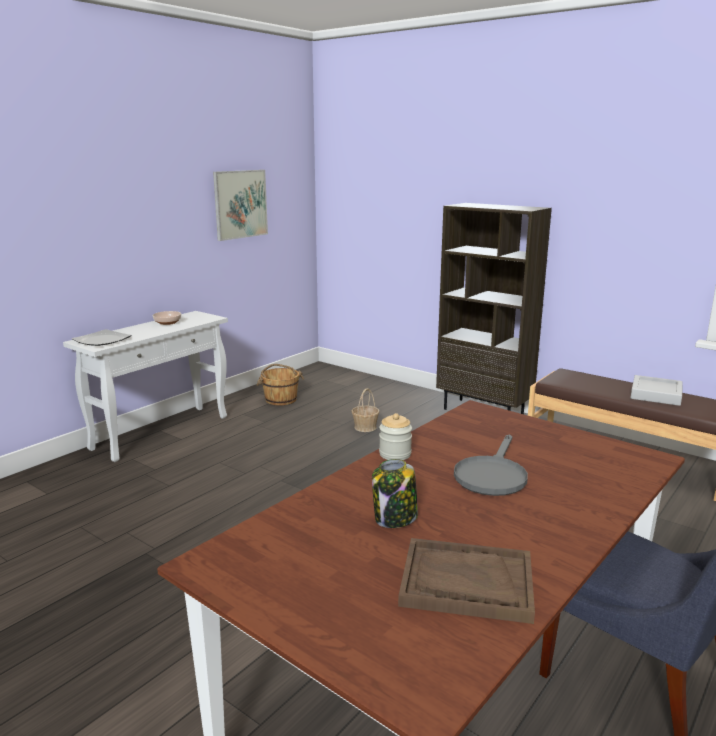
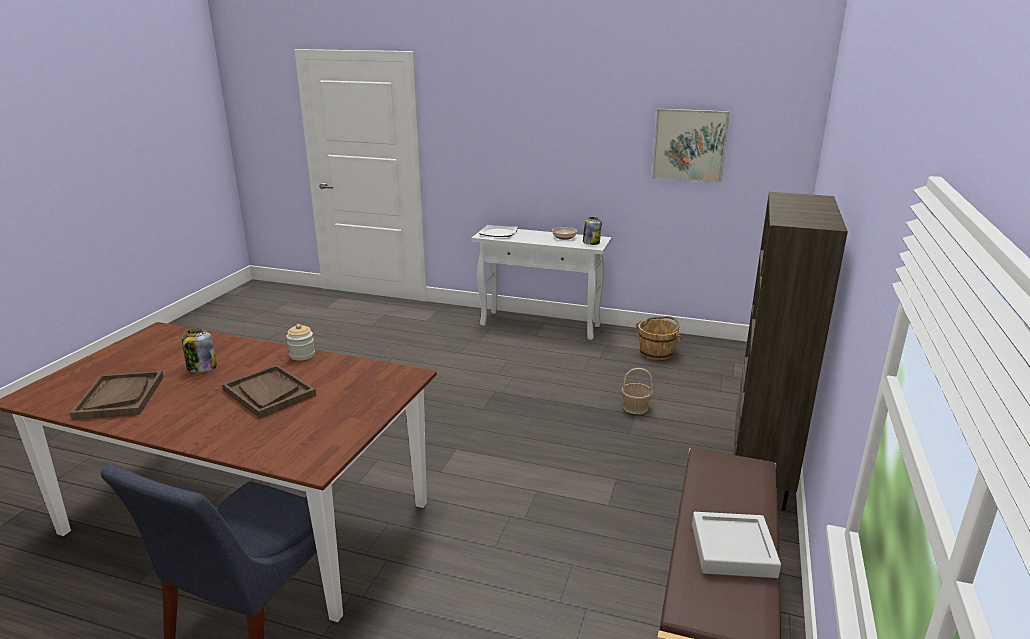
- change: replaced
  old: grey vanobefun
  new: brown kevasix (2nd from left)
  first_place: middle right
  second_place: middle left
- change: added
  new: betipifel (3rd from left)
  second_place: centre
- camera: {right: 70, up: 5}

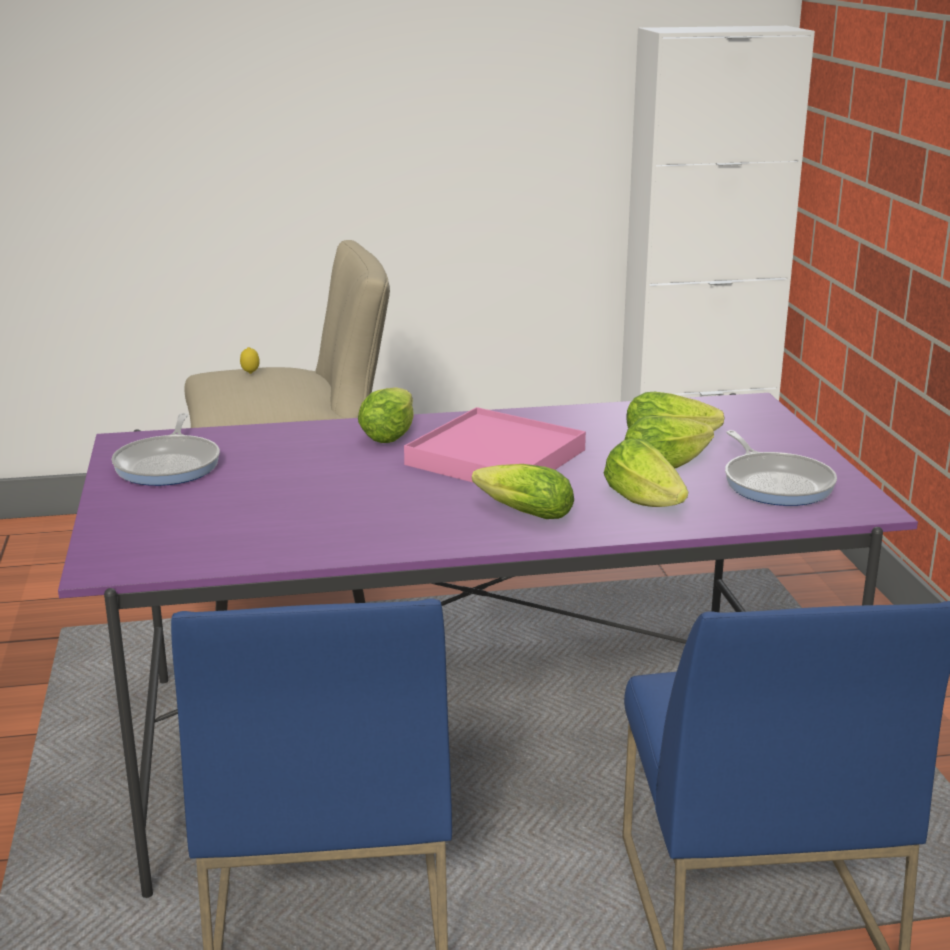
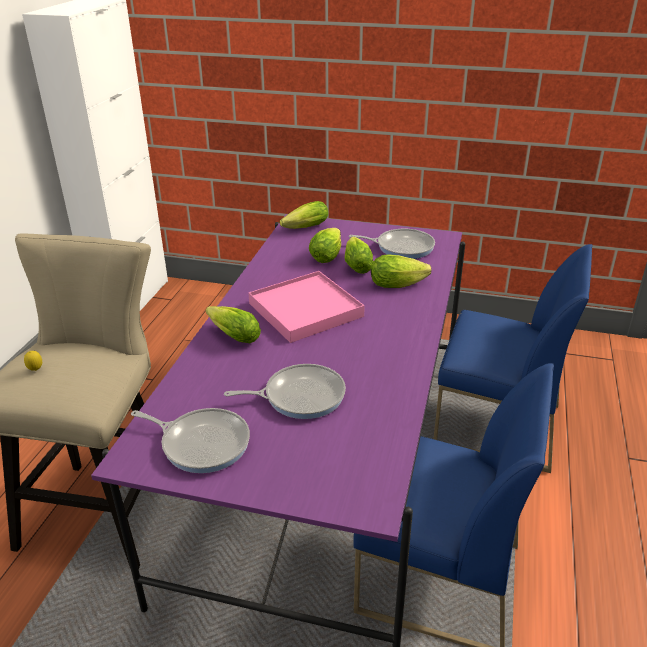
- change: moved
  old: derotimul (2nd from left)
  first_place: centre
  second_place: top centre
- change: added
  new: vanobefun (2nd from left)
  second_place: centre
- camera: {right: -65, up: 10}

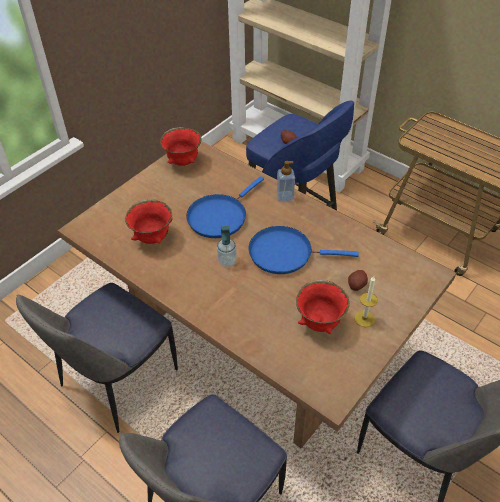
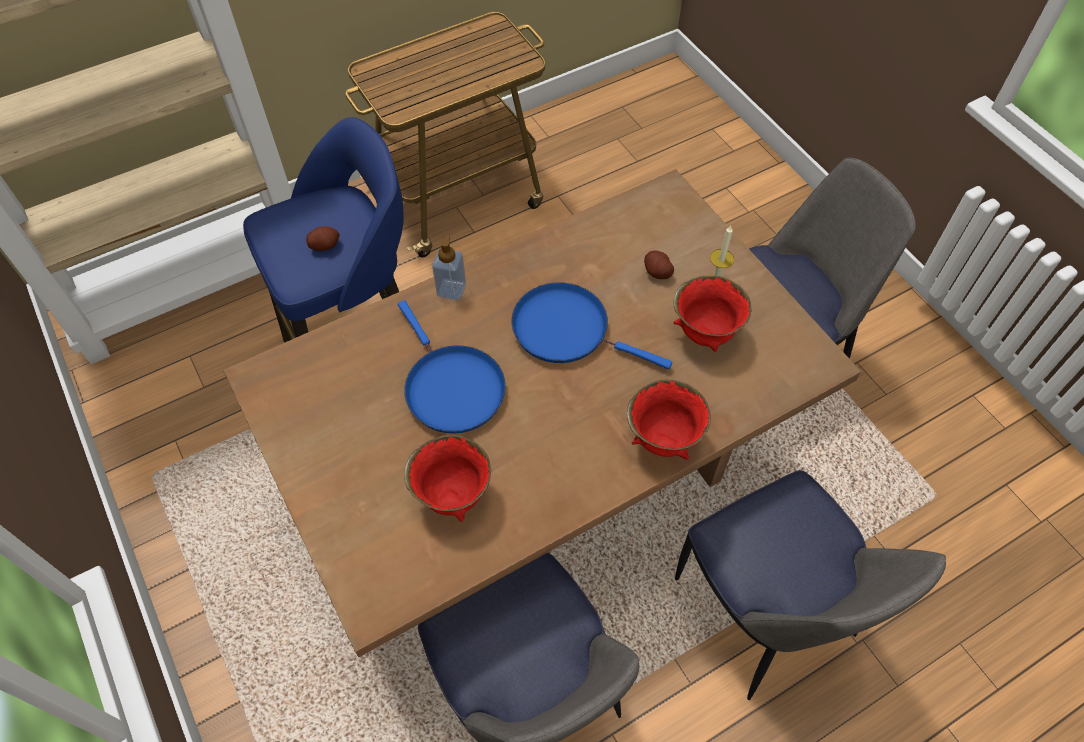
- change: moved
  old: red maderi (2nd from left)
  first_place: top centre
  second_place: centre
- change: removed
  old: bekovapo (1st from left)
  first_place: centre
- change: turned
  old: blue vanobefun (2nd from left)
  first_place: centre
  second_place: centre
  degrees: 90
- camera: {right: -70, up: 10}

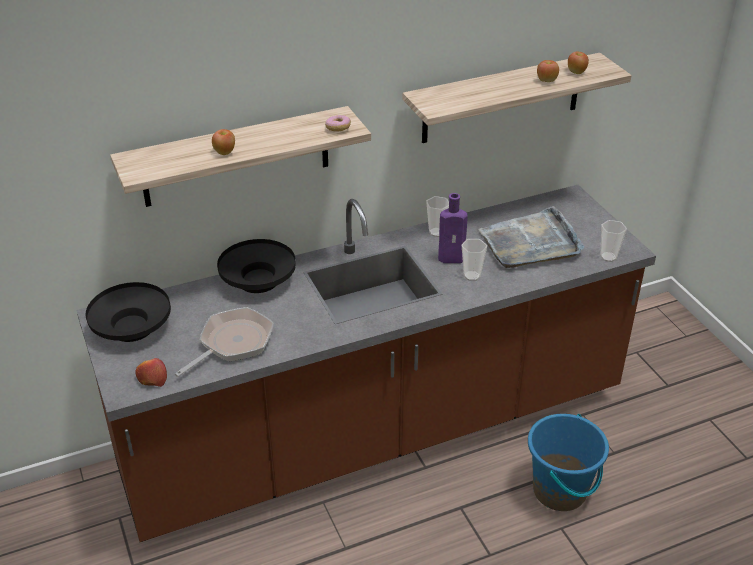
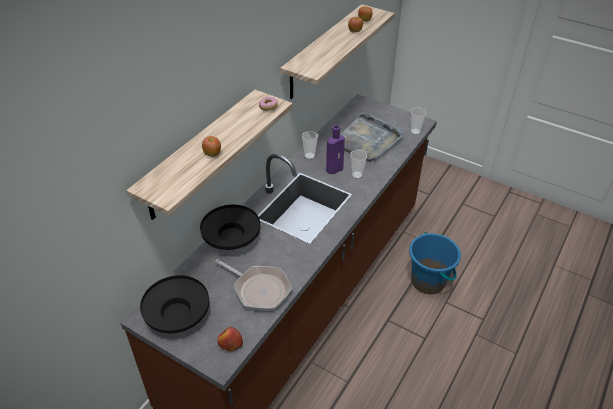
- change: turned
  old: vanobefun
  first_place: middle left
  second_place: bottom centre
  degrees: 120
- camera: {right: -35, up: 5}

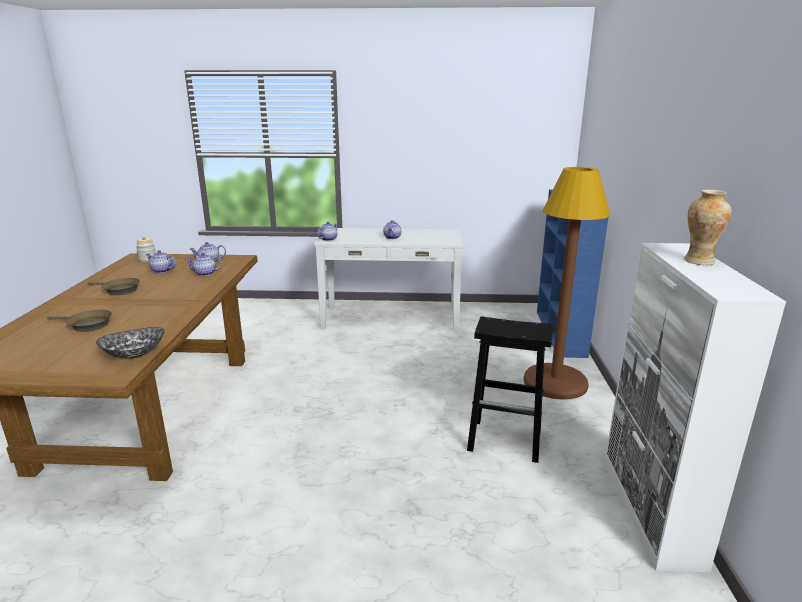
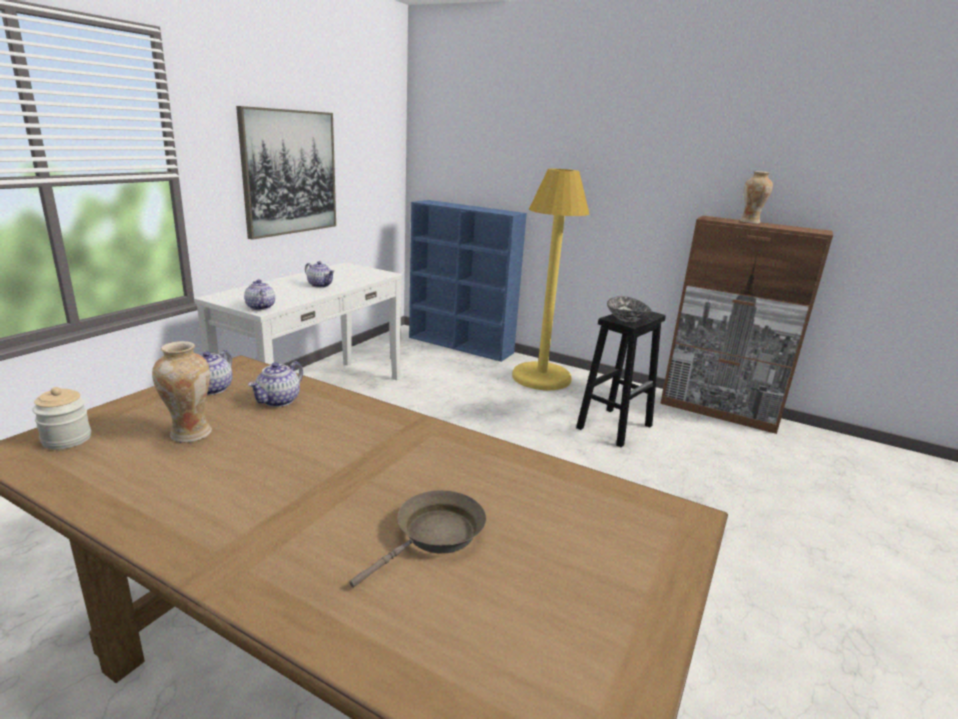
- change: removed
  old: brown vanobefun (2nd from left)
  first_place: middle left
- change: moved
  old: maderi
  first_place: middle left
  second_place: centre
- change: replaced
  old: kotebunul (1st from left)
  new: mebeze (1st from left)
  first_place: middle left
  second_place: middle left
- change: recoloured
  old: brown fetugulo
  new: yellow fetugulo
  first_place: middle right
  second_place: centre
- change: recoloured
  old: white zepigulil
  new: brown zepigulil
  first_place: bottom right
  second_place: middle right
- change: added
  new: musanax
  second_place: top left
- camera: {right: -65, up: 0}

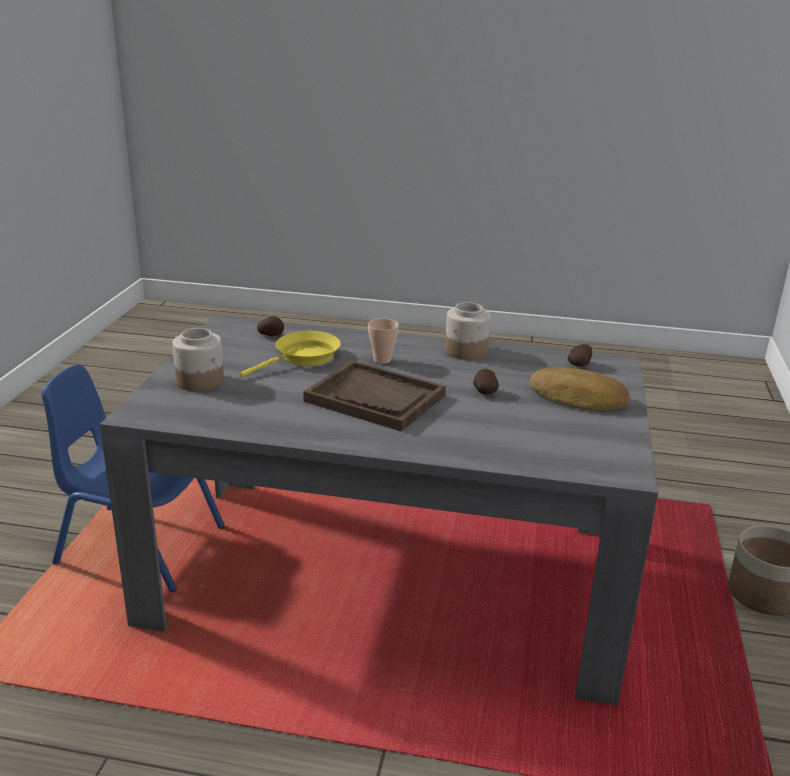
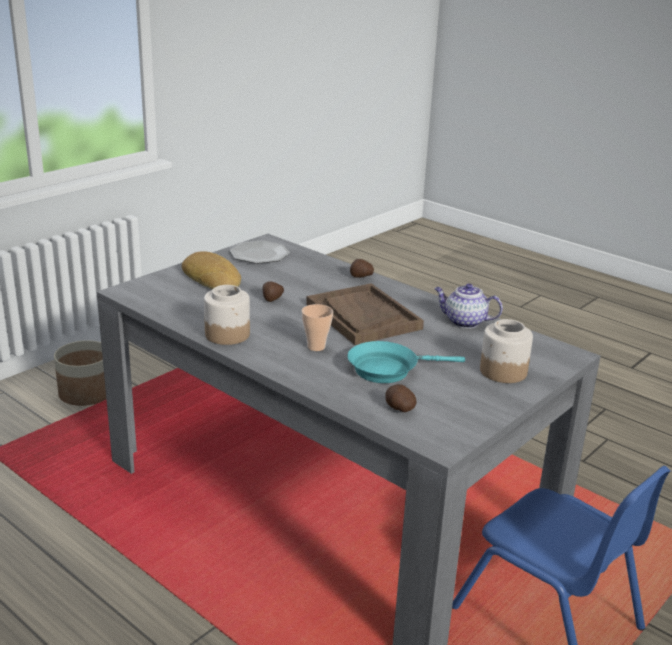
- change: recoloured
  old: yellow vanobefun
  new: turquoise vanobefun
  first_place: centre
  second_place: centre
- change: moved
  old: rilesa (3rd from left in the first image)
  new: rilesa (2nd from left)
  first_place: middle right
  second_place: centre
- change: added
  new: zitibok
  second_place: centre
- change: added
  new: kotebunul
  second_place: middle right
- camera: {right: -150, up: 0}

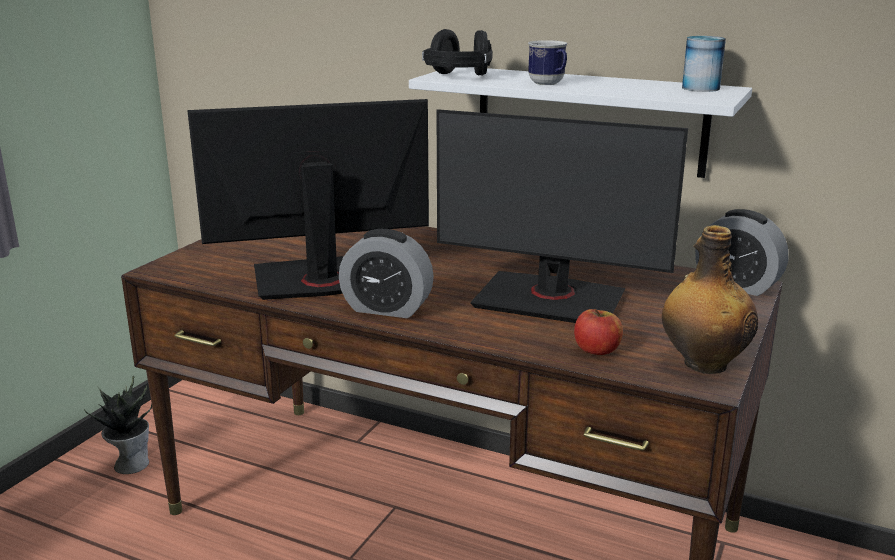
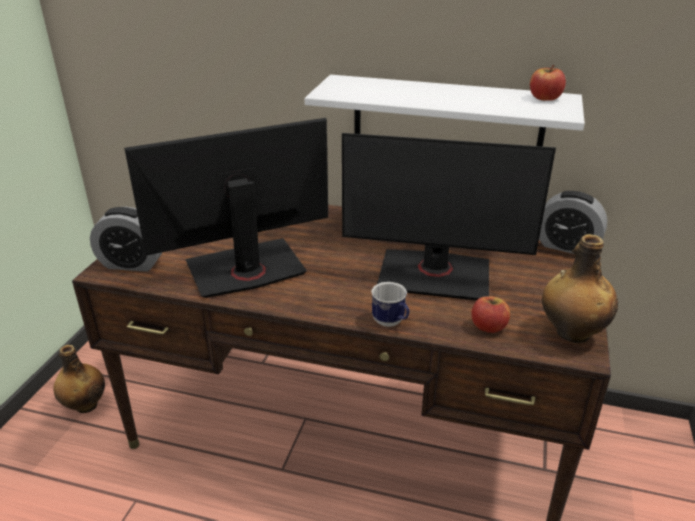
- change: replaced
  old: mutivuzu
  new: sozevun (1st from left)
  first_place: bottom left
  second_place: bottom left
- change: moved
  old: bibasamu (1st from left)
  first_place: centre
  second_place: middle left
- change: removed
  old: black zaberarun
  first_place: top centre
- change: moved
  old: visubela
  first_place: top centre
  second_place: centre
- change: replaced
  old: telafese
  new: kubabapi (2nd from left)
  first_place: top right
  second_place: top right
- camera: {right: -10, up: 10}

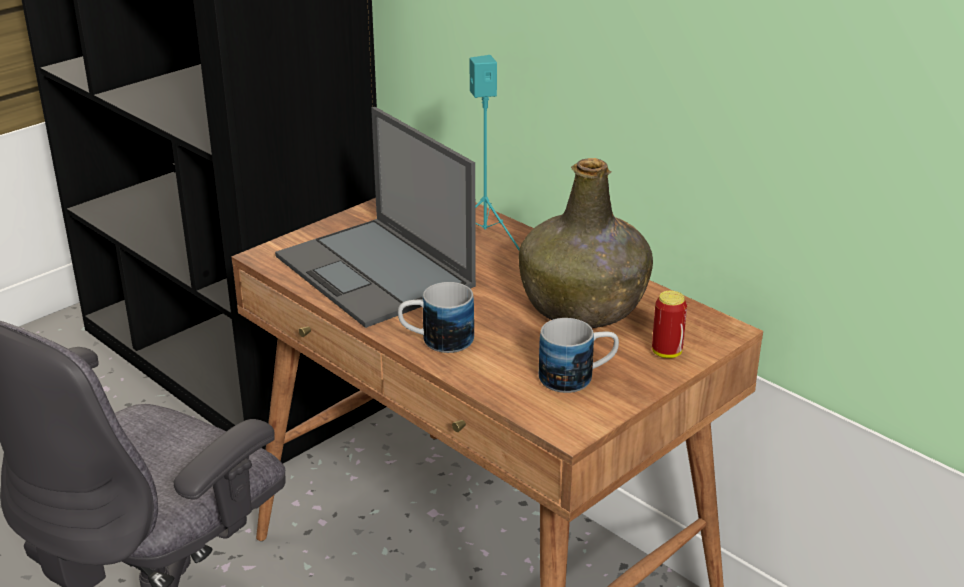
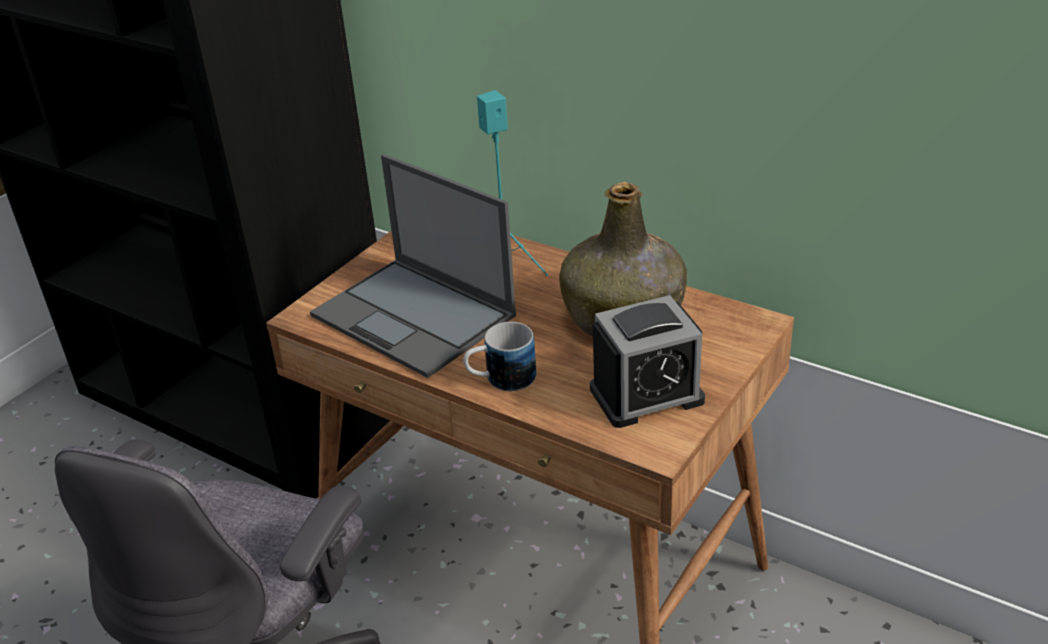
- change: replaced
  old: visubela (2nd from left)
  new: bibasamu
  first_place: centre
  second_place: centre
- change: removed
  old: telafese
  first_place: middle right
- camera: {right: -10, up: 5}

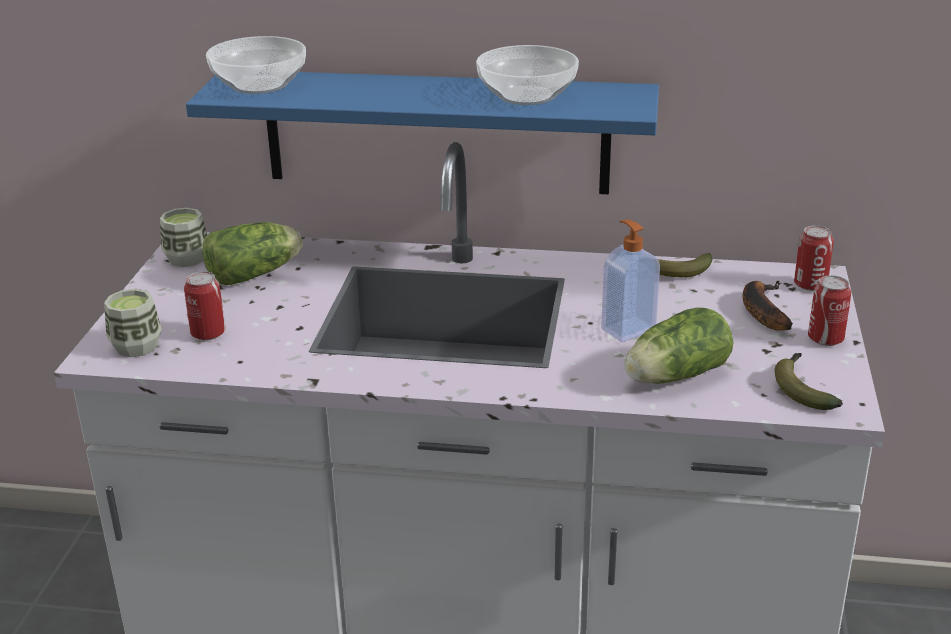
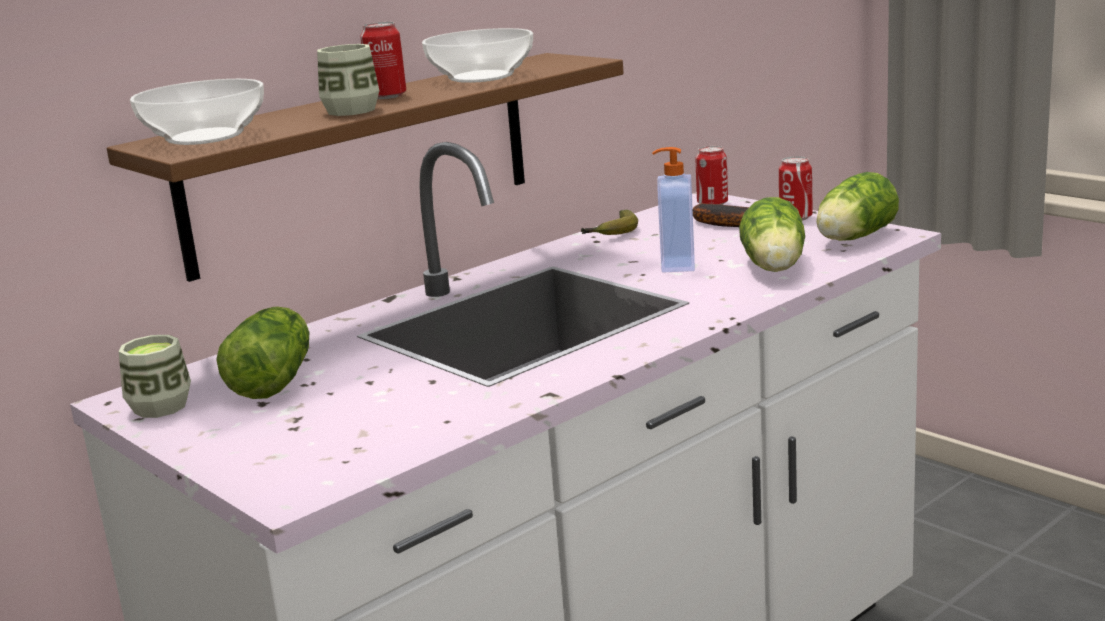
- change: moved
  old: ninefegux (1st from left in the first image)
  new: ninefegux (2nd from left)
  first_place: middle left
  second_place: top left
- change: moved
  old: telafese (1st from left)
  first_place: middle left
  second_place: top centre
- change: recoloured
  old: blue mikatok
  new: brown mikatok
  first_place: top centre
  second_place: top left
- change: replaced
  old: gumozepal (3rd from left)
  new: derotimul (3rd from left)
  first_place: middle right
  second_place: top right
- camera: {right: -50, up: -10}

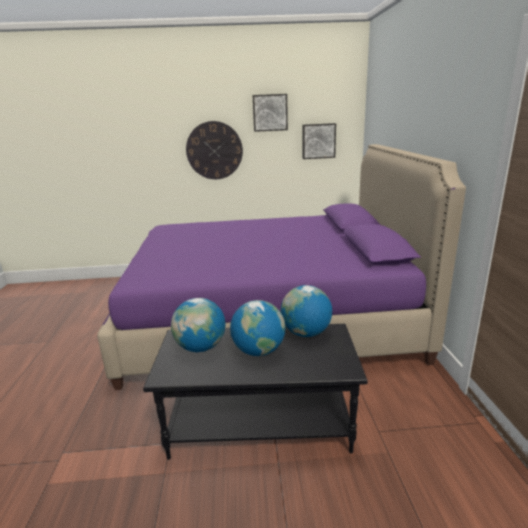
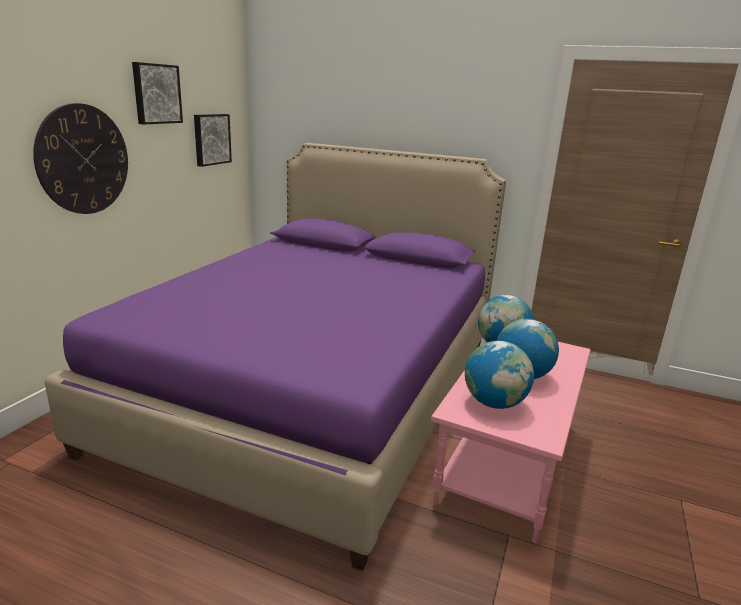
- change: recoloured
  old: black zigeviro
  new: pink zigeviro
  first_place: bottom centre
  second_place: bottom right
- camera: {right: -65, up: 0}

